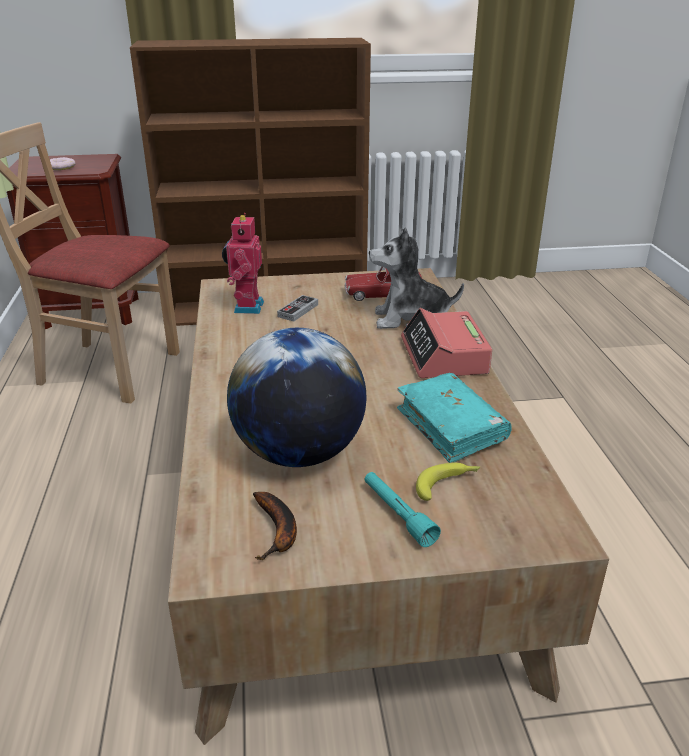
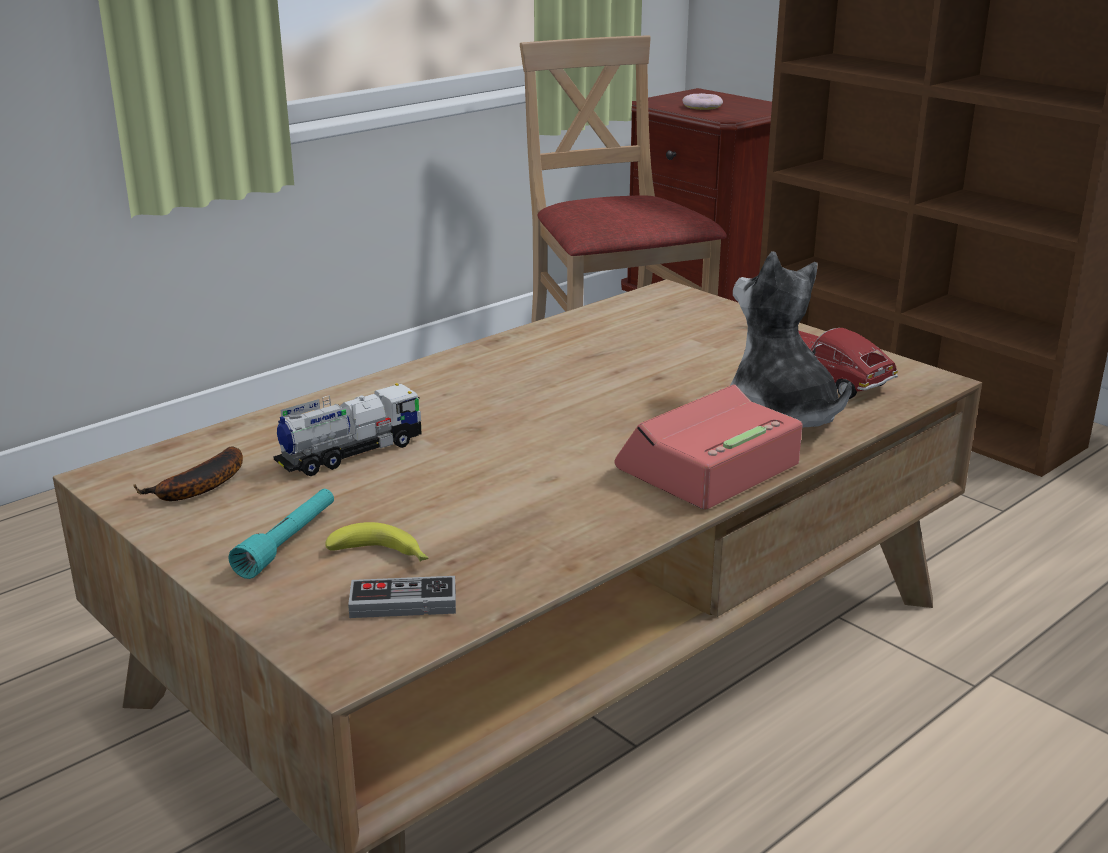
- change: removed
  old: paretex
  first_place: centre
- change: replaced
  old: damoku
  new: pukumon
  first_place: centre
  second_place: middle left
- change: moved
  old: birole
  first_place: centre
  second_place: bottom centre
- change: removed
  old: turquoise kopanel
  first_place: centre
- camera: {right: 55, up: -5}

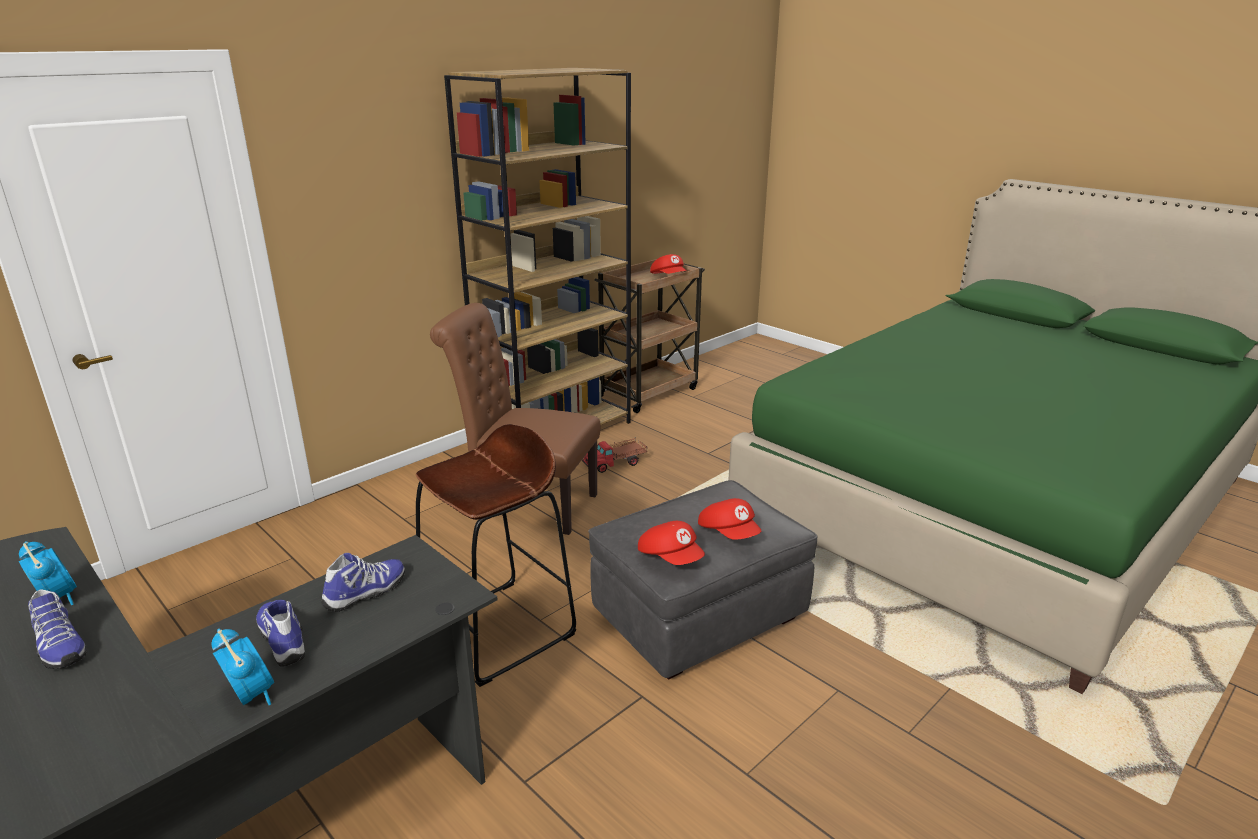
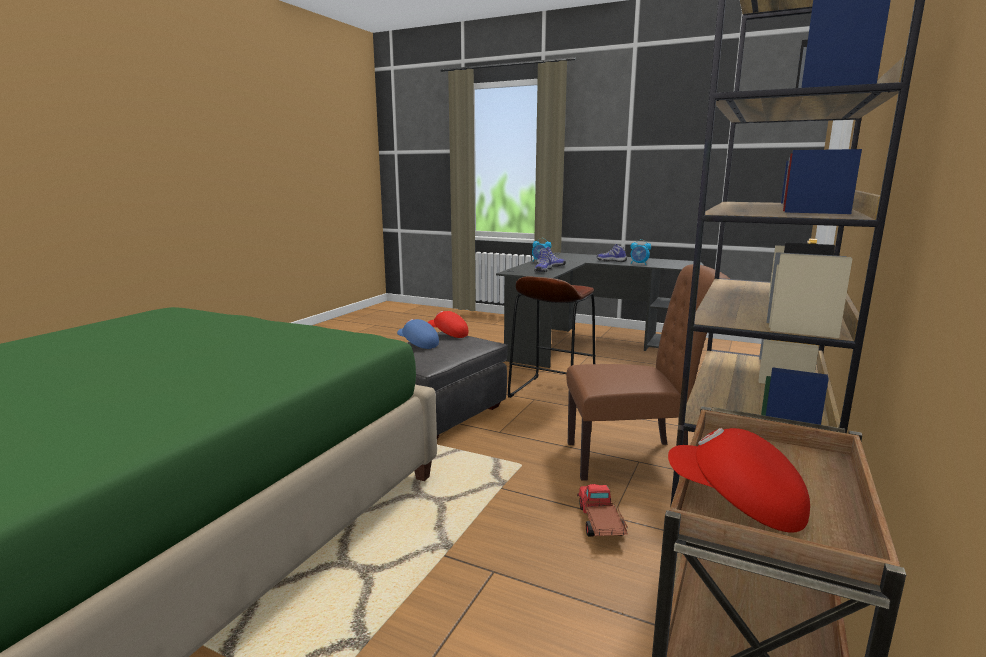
- change: turned
  old: pukumon
  first_place: centre
  second_place: bottom centre
  degrees: -45
- change: recoloured
  old: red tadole (3rd from left)
  new: blue tadole
  first_place: centre
  second_place: centre
- camera: {right: 160, up: -10}

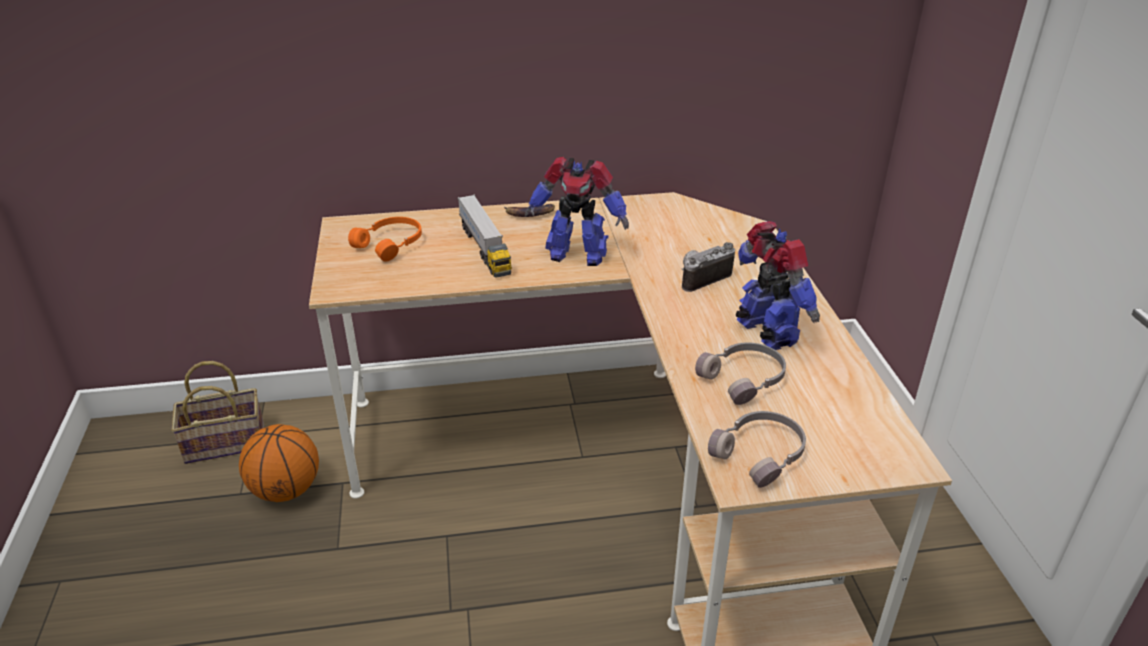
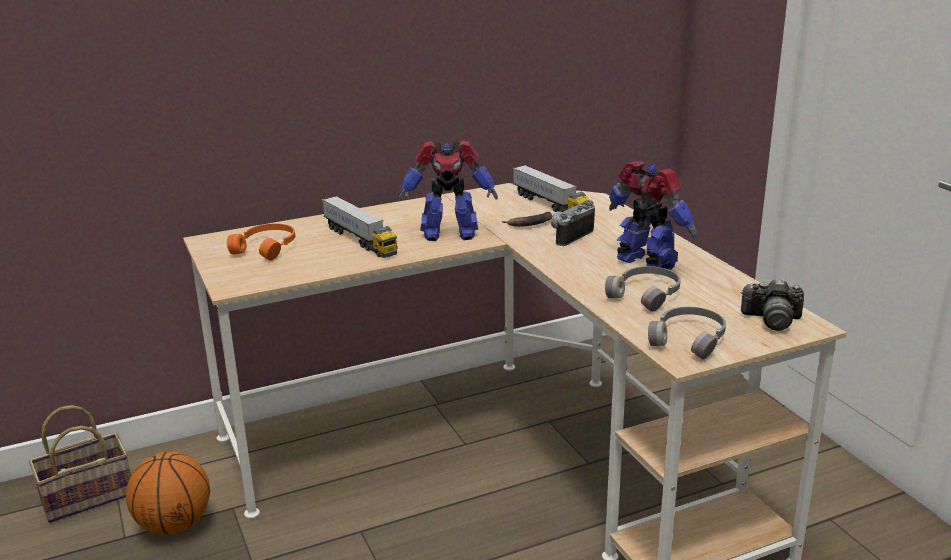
- change: moved
  old: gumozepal
  first_place: top centre
  second_place: centre
- change: added
  new: pukumon (2nd from left)
  second_place: centre
- change: added
  new: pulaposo (2nd from left)
  second_place: middle right
- camera: {right: -15, up: -10}

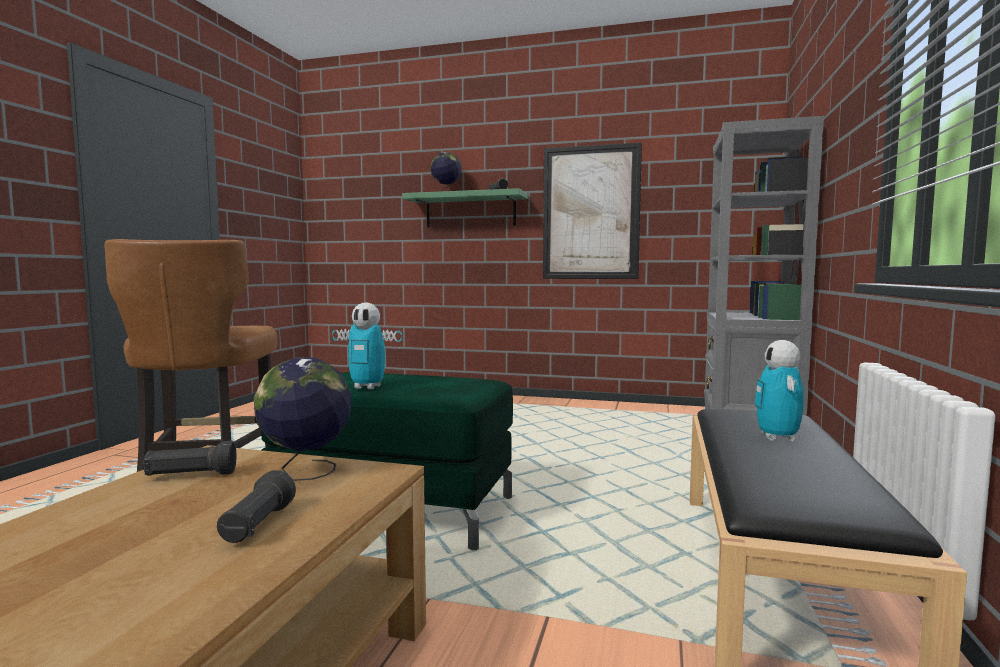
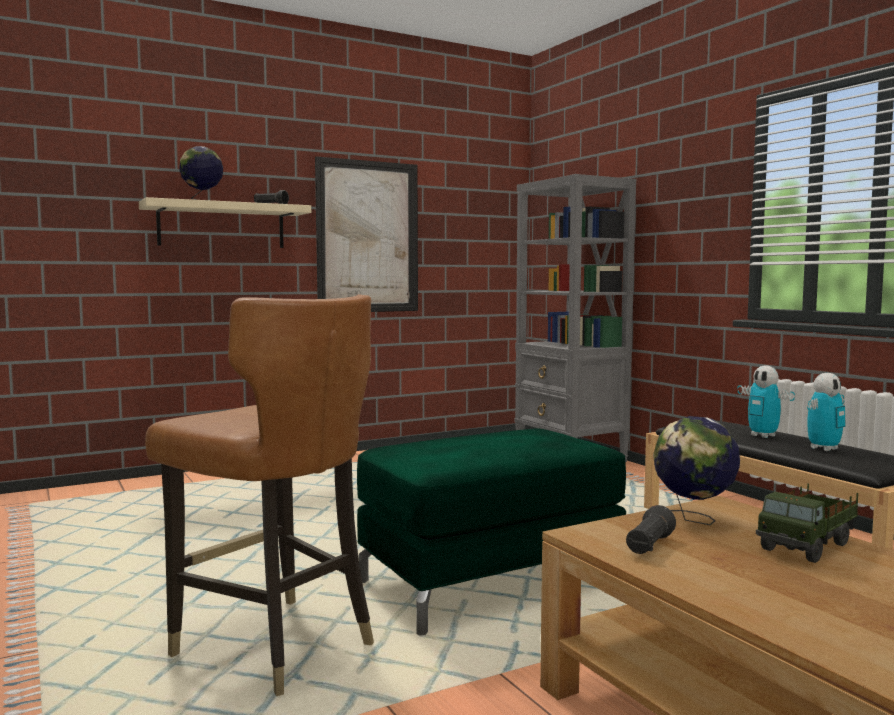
- change: replaced
  old: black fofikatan (2nd from left)
  new: pukumon
  first_place: bottom left
  second_place: bottom right
- change: moved
  old: paretex (1st from left in the first image)
  new: paretex (2nd from left)
  first_place: centre
  second_place: middle right
- change: recoloured
  old: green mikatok
  new: beige mikatok
  first_place: top centre
  second_place: top left
- camera: {right: -45, up: 0}

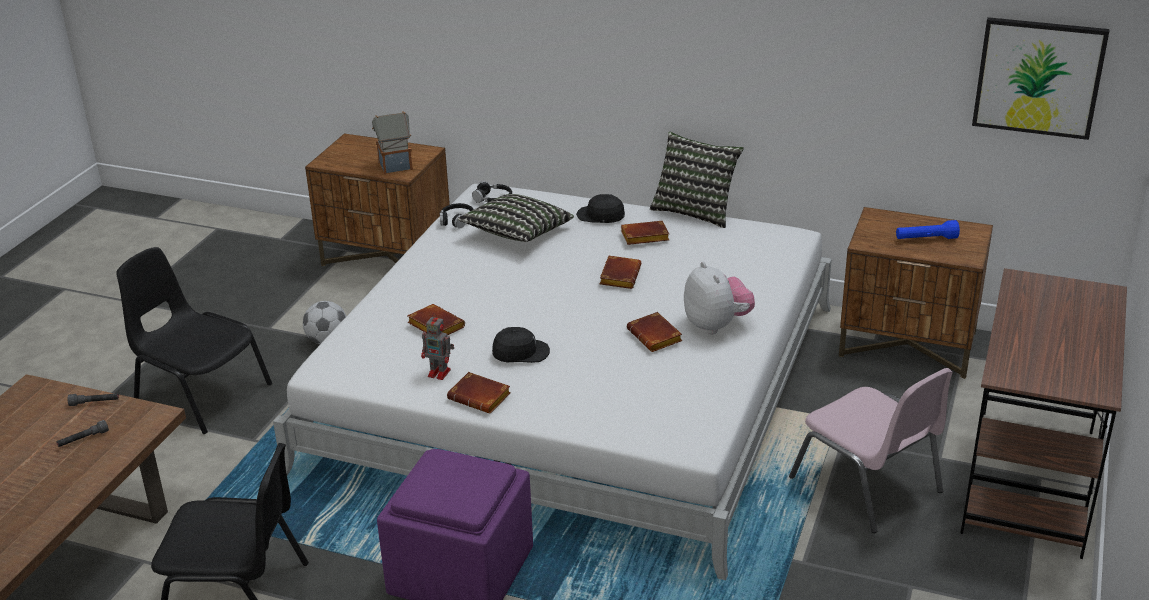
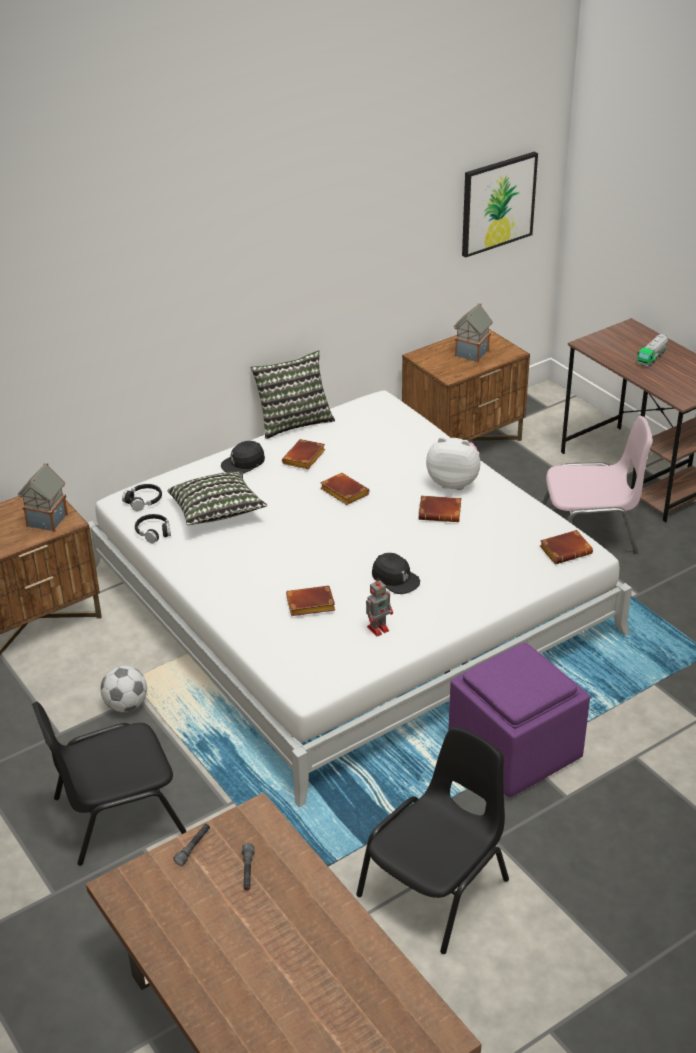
- change: moved
  old: brown kopanel (2nd from left in the first image)
  new: brown kopanel (5th from left)
  first_place: centre
  second_place: middle right
- change: turned
  old: black tadole (1st from left in the first image)
  first_place: centre
  second_place: centre
  degrees: 105
- change: replaced
  old: blue fofikatan
  new: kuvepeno (2nd from left)
  first_place: middle right
  second_place: top right
- change: added
  new: pukumon
  second_place: top right
- camera: {right: -55, up: 5}

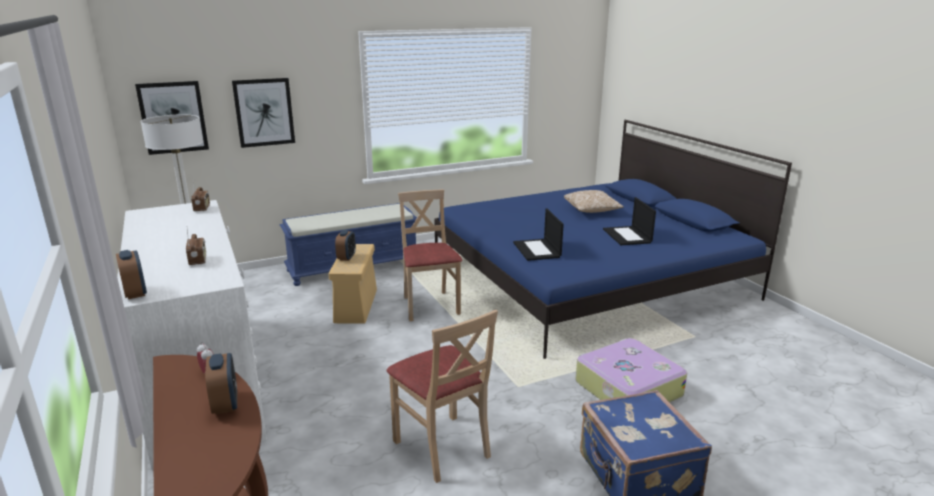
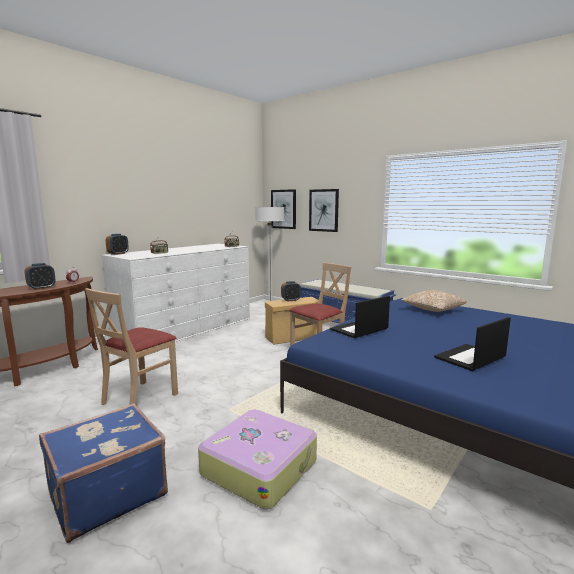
- change: moved
  old: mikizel
  first_place: centre
  second_place: middle right
- camera: {right: 65, up: -10}

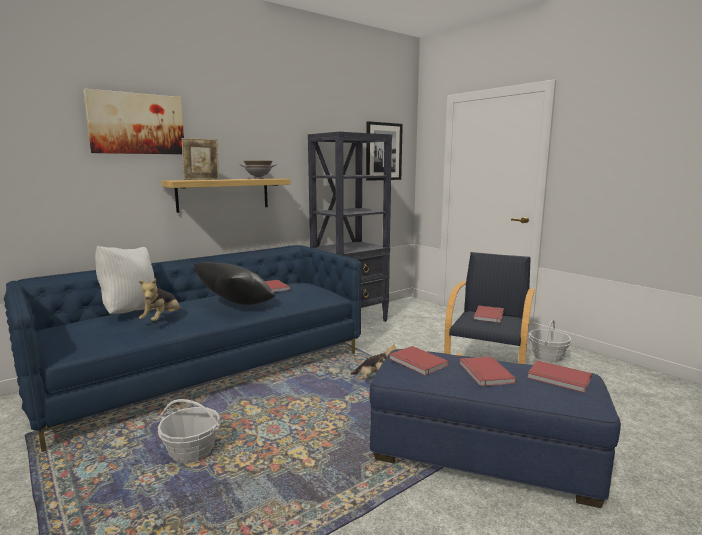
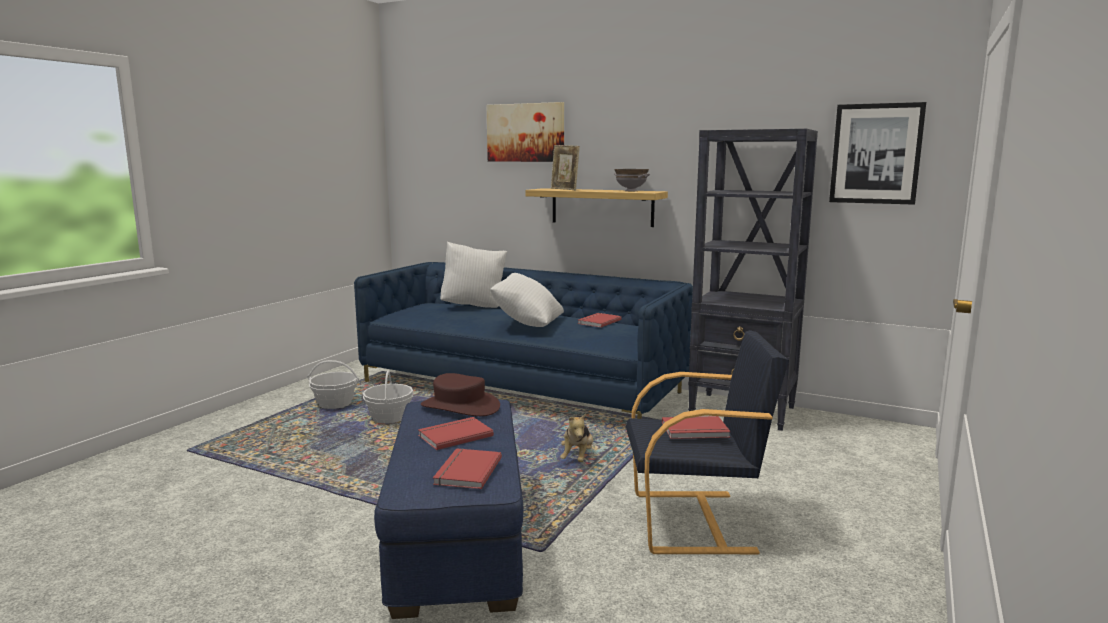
- change: removed
  old: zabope (1st from left)
  first_place: middle left
- change: recoloured
  old: black mikizel
  new: white mikizel (2nd from left)
  first_place: centre
  second_place: centre
- change: replaced
  old: red kopanel (2nd from left)
  new: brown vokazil
  first_place: bottom centre
  second_place: centre
- change: moved
  old: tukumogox (2nd from left in the first image)
  new: tukumogox (1st from left)
  first_place: middle right
  second_place: middle left
- camera: {right: 65, up: 0}

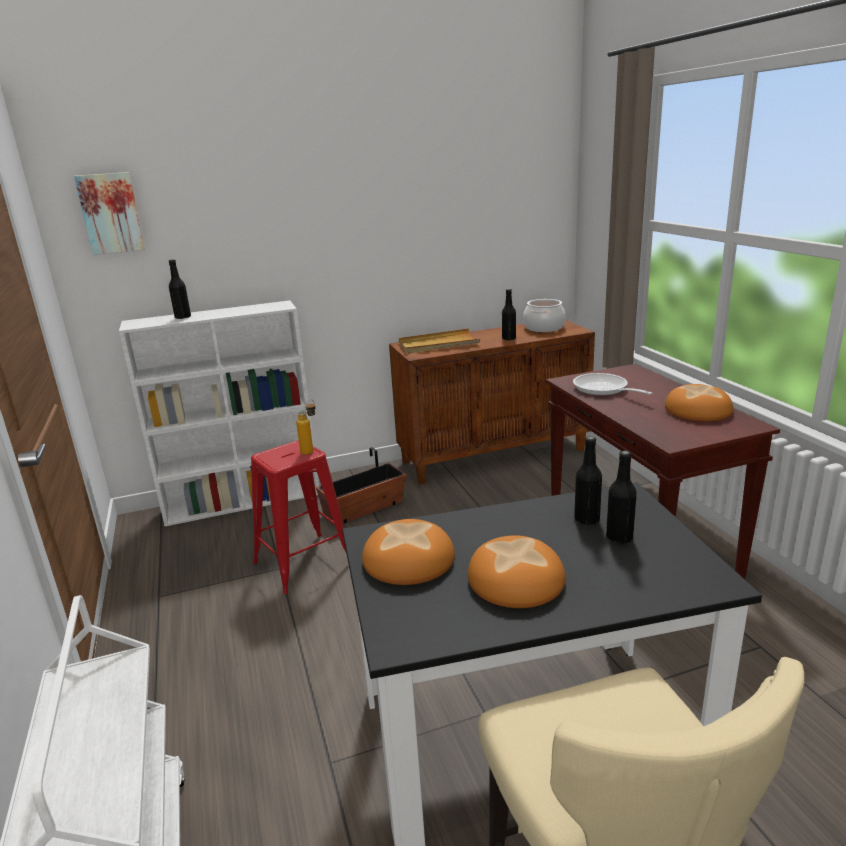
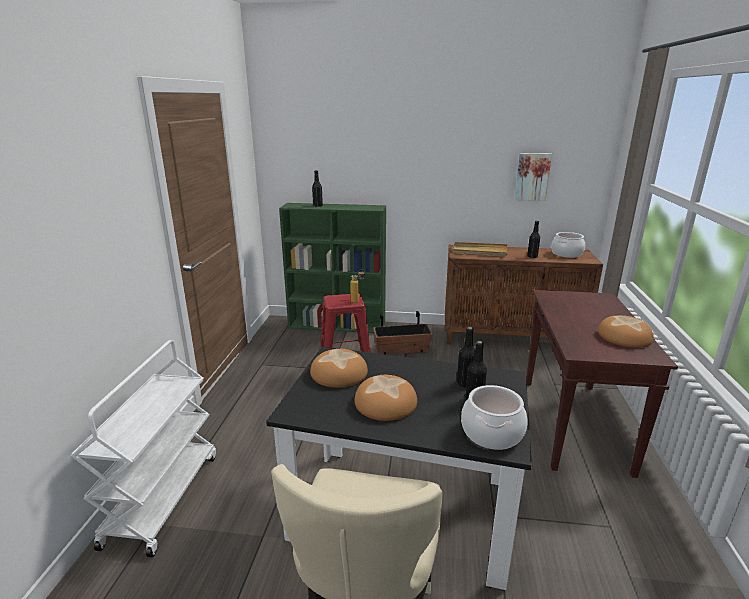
- change: moved
  old: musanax
  first_place: top left
  second_place: top right
- change: recoloured
  old: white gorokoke
  new: green gorokoke
  first_place: middle left
  second_place: centre
- change: removed
  old: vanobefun
  first_place: middle right
- change: added
  new: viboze (1st from left)
  second_place: bottom centre
- camera: {right: 25, up: 0}

